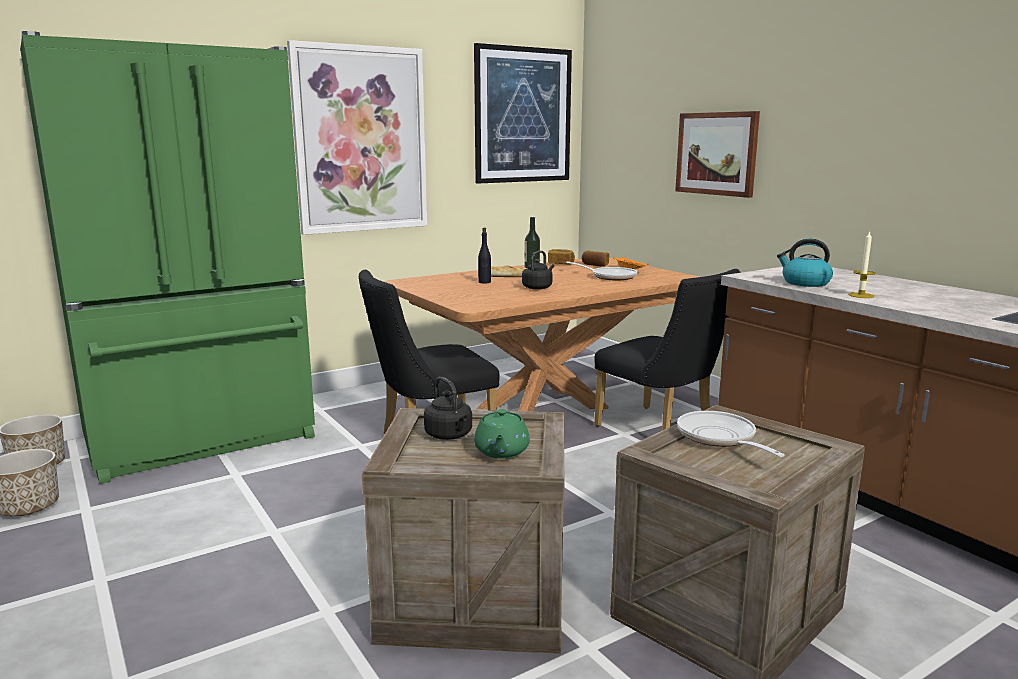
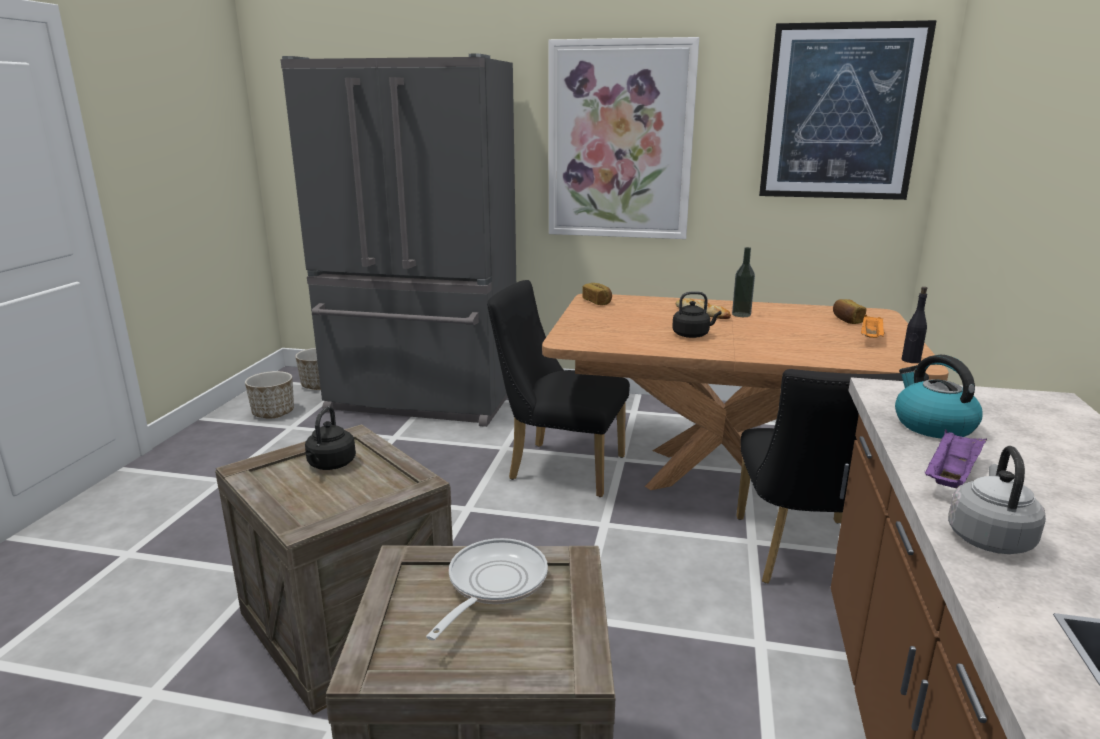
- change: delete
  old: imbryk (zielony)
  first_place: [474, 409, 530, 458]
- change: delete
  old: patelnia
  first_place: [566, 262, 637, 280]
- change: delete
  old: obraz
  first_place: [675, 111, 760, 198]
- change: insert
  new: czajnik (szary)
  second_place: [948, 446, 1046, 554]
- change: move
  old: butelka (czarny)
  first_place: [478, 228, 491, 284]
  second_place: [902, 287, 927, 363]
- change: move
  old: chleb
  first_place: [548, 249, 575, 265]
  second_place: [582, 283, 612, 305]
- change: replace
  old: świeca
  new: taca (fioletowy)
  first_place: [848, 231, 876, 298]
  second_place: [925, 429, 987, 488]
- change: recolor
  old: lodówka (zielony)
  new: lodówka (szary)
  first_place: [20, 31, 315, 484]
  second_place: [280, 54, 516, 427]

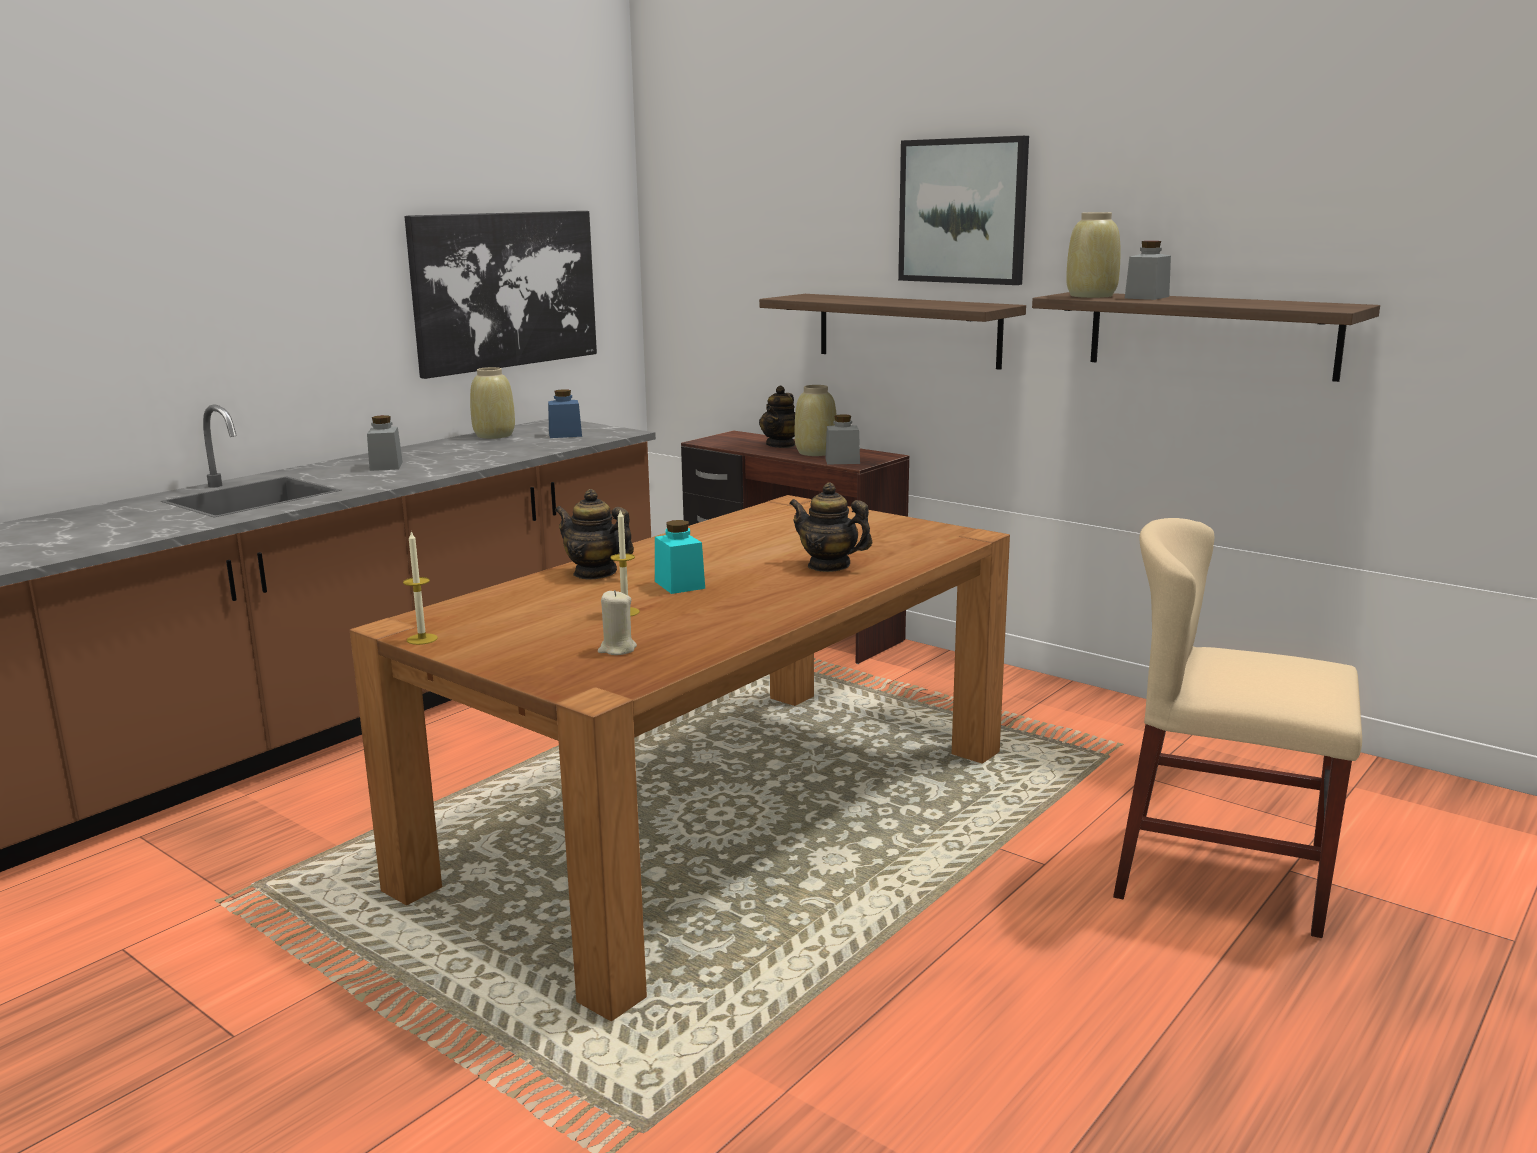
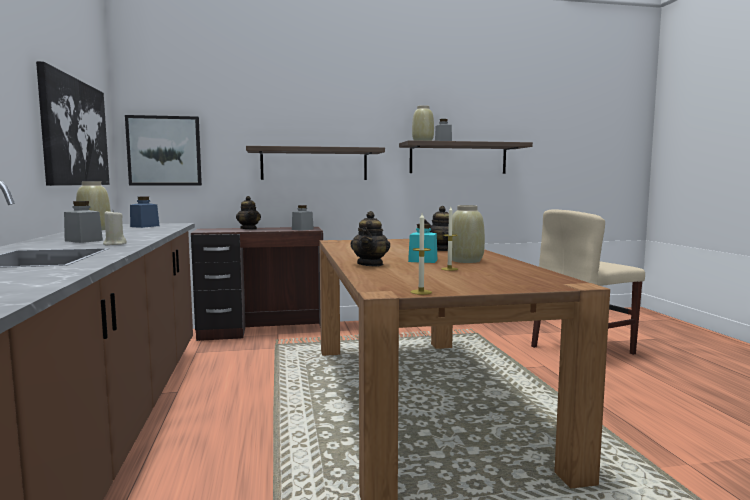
- change: move
  old: świeca (beżowy)
  first_place: [598, 590, 637, 655]
  second_place: [103, 209, 127, 246]
- change: move
  old: wazon (beżowy)
  first_place: [795, 385, 837, 456]
  second_place: [452, 205, 485, 263]
- change: move
  old: obraz
  first_place: [898, 136, 1029, 285]
  second_place: [125, 115, 202, 186]
- change: rotate
  old: imbryk
  first_place: [555, 489, 634, 580]
  second_place: [350, 211, 390, 266]
  degrees: -60

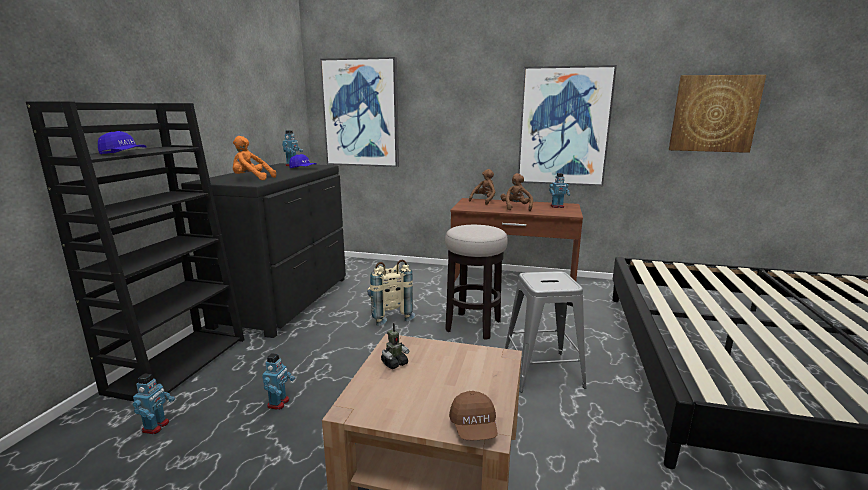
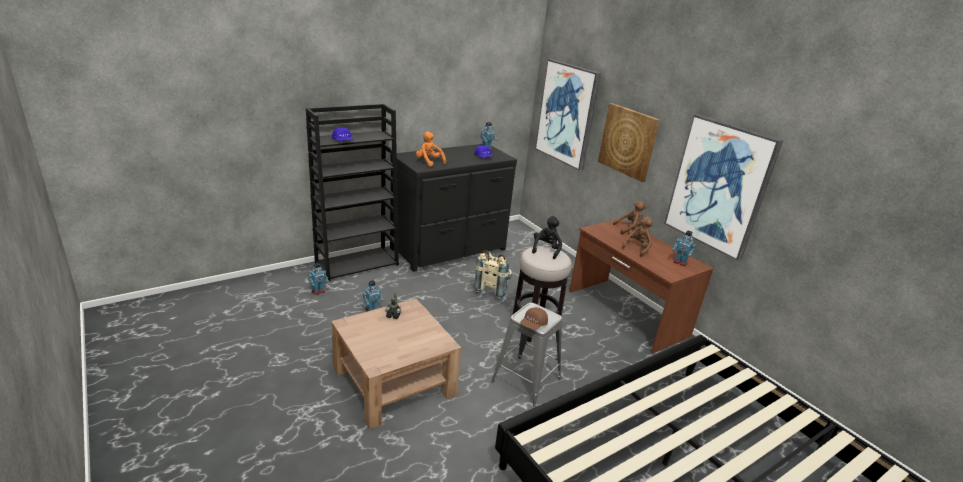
- change: insert
  new: pluszak (czarny)
  second_place: [532, 216, 562, 259]
- change: move
  old: czapka z daszkiem (brązowy)
  first_place: [449, 391, 497, 440]
  second_place: [520, 307, 548, 330]
- change: move
  old: obraz
  first_place: [669, 75, 766, 153]
  second_place: [598, 103, 660, 182]

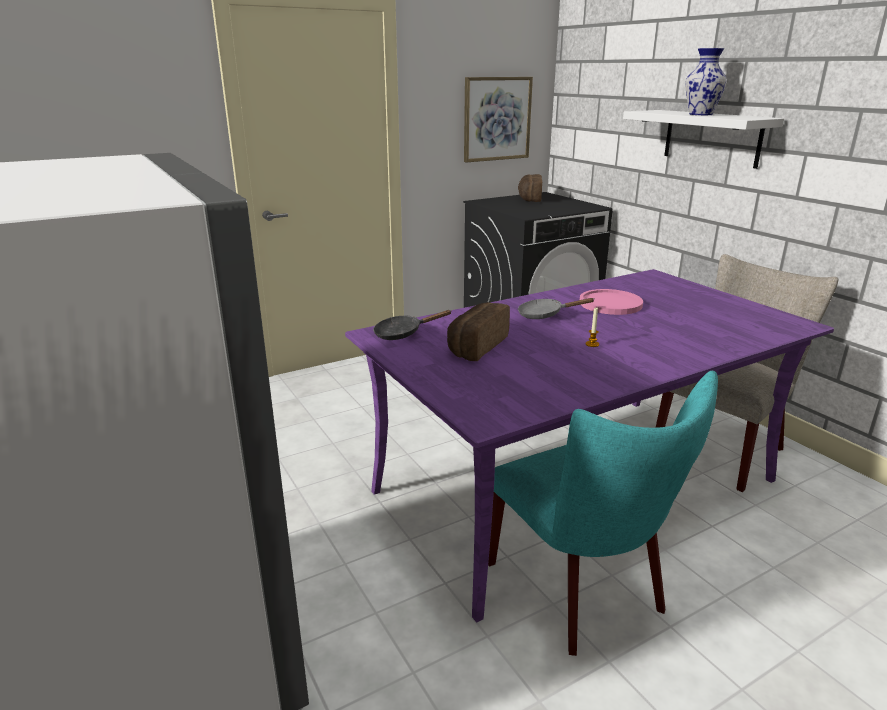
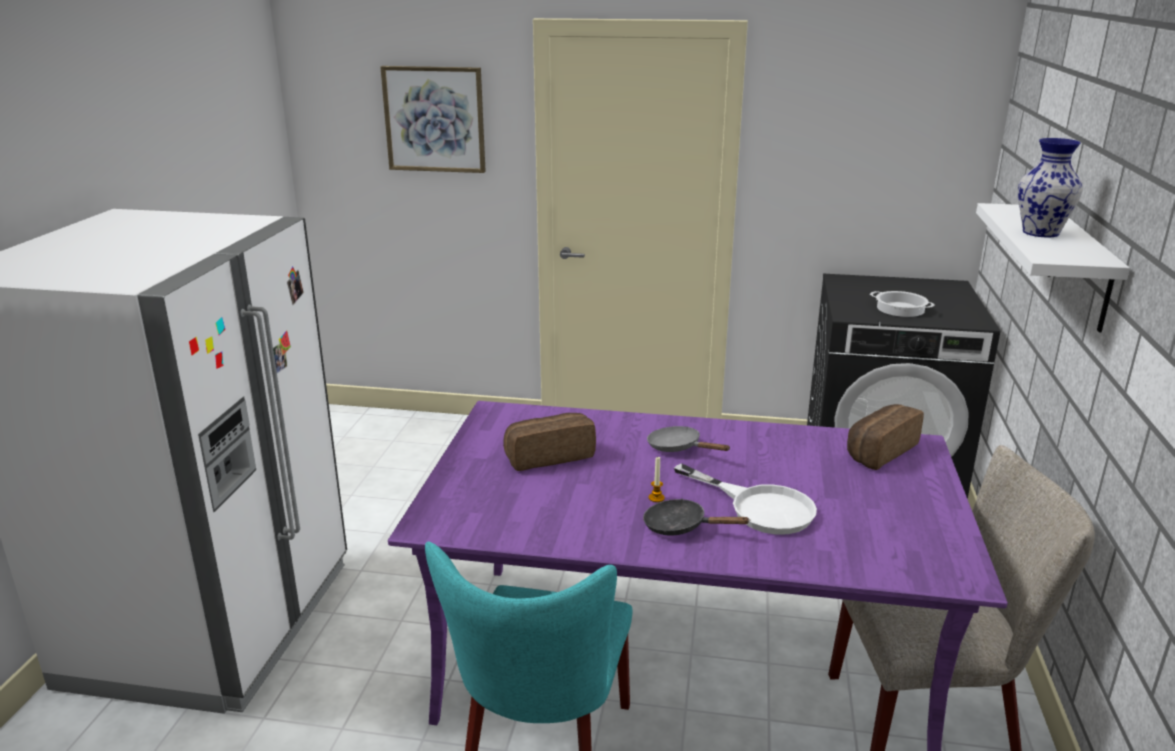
- change: delete
  old: talerz (różowy)
  first_place: [580, 289, 643, 315]
- change: insert
  new: patelnia (biały)
  second_place: [674, 463, 817, 535]
- change: insert
  new: garnek
  second_place: [870, 291, 935, 317]
- change: move
  old: patelnia (czarny)
  first_place: [373, 310, 452, 340]
  second_place: [643, 499, 749, 536]
- change: move
  old: obraz
  first_place: [464, 77, 533, 163]
  second_place: [380, 66, 486, 173]
- change: move
  old: chleb
  first_place: [518, 174, 542, 202]
  second_place: [847, 404, 924, 470]

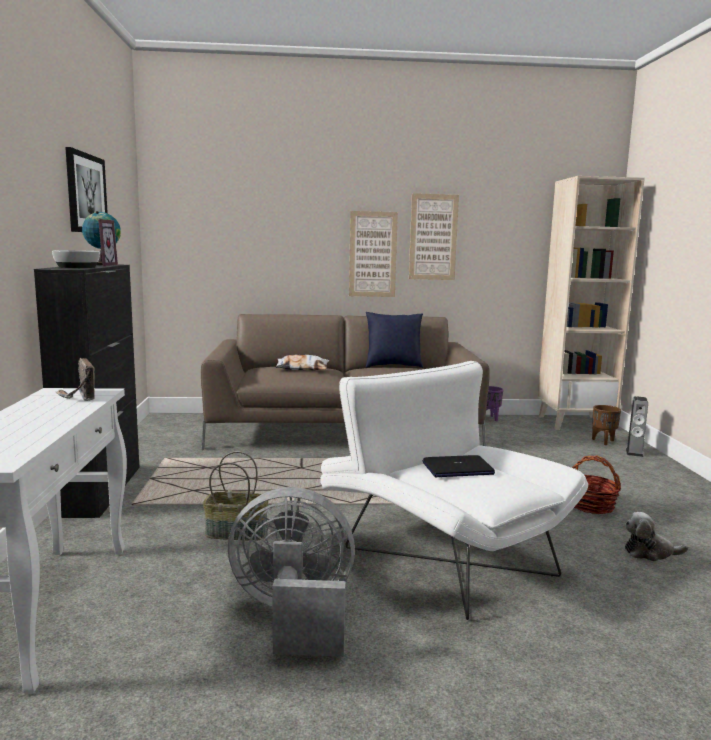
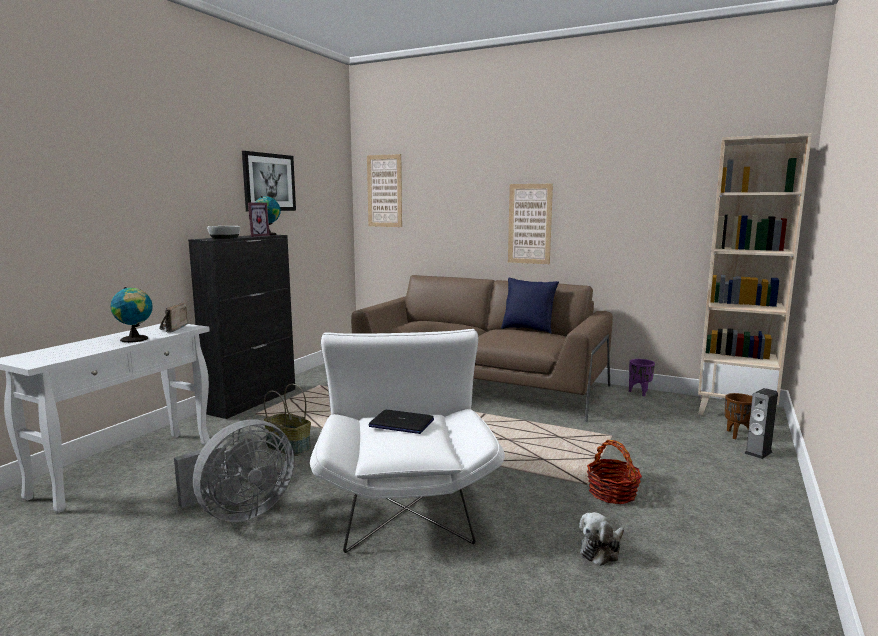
- change: delete
  old: poduszka
  first_place: [275, 355, 330, 371]
- change: insert
  new: globus
  second_place: [111, 287, 153, 343]
- change: move
  old: obraz
  first_place: [409, 193, 459, 280]
  second_place: [367, 154, 402, 227]
- change: rotate
  old: wentylator (szary)
  first_place: [228, 487, 355, 657]
  second_place: [174, 420, 295, 522]
  degrees: 105
- change: rotate
  old: pluszak
  first_place: [625, 512, 688, 561]
  second_place: [579, 512, 624, 566]
  degrees: -75

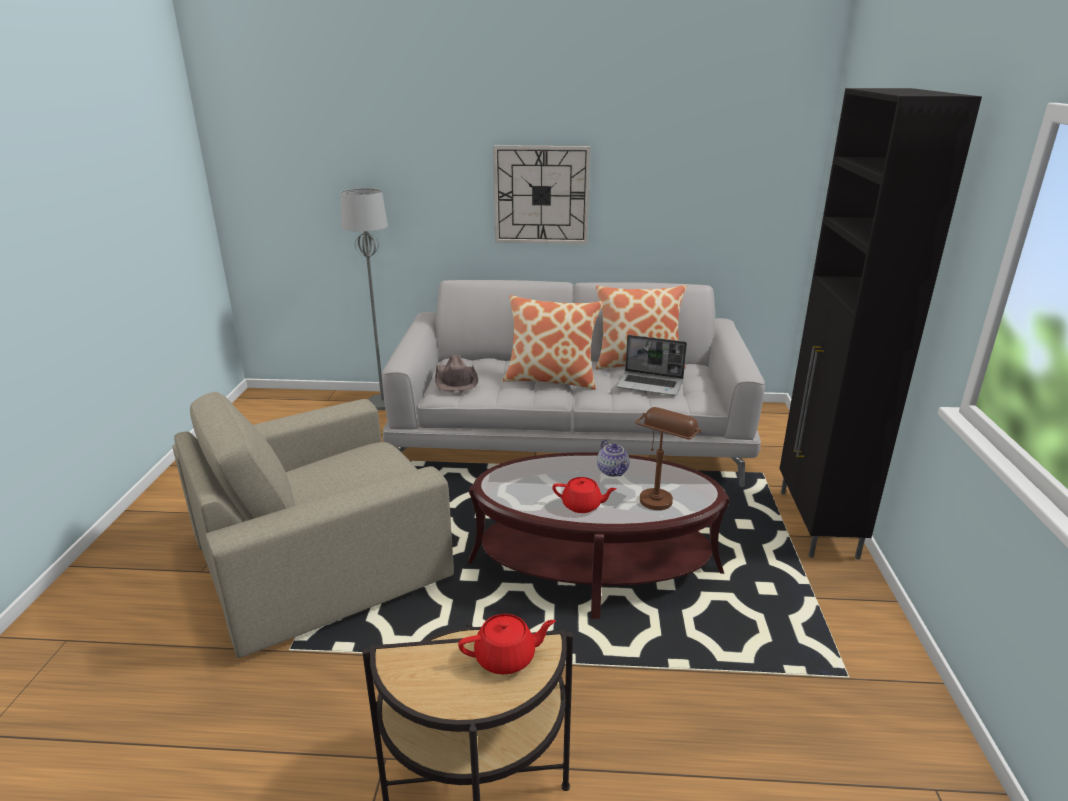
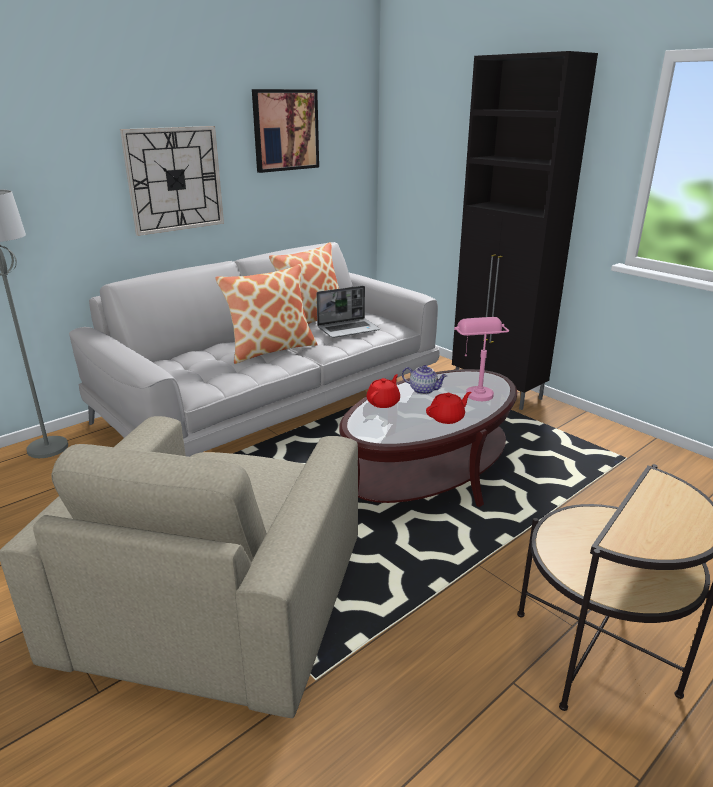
- change: delete
  old: kapelusz (brązowy)
  first_place: [435, 355, 478, 392]
- change: insert
  new: obraz
  second_place: [252, 89, 319, 173]
- change: move
  old: imbryk (czerwony)
  first_place: [458, 614, 556, 675]
  second_place: [366, 374, 400, 408]
- change: recolor
  old: lampa stołowa (brązowy)
  new: lampa stołowa (różowy)
  first_place: [635, 407, 701, 510]
  second_place: [454, 317, 509, 401]

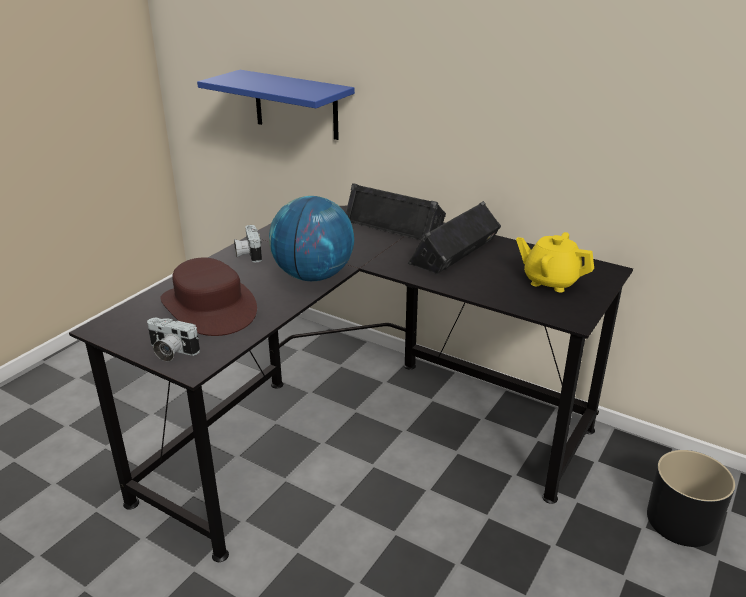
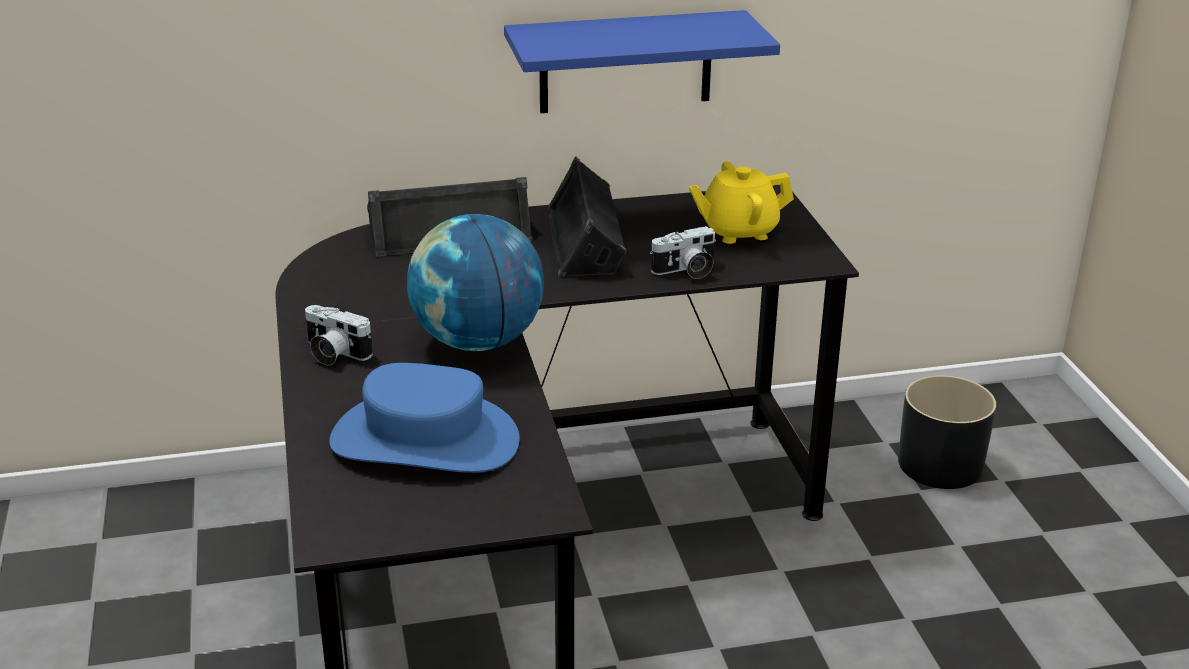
- change: move
  old: aparat fotograficzny
  first_place: [147, 318, 200, 362]
  second_place: [650, 226, 716, 279]
- change: move
  old: półka (niebieski)
  first_place: [197, 70, 355, 140]
  second_place: [504, 10, 780, 113]
- change: recolor
  old: kapelusz (brązowy)
  new: kapelusz (niebieski)
  first_place: [160, 258, 257, 336]
  second_place: [329, 363, 520, 473]

